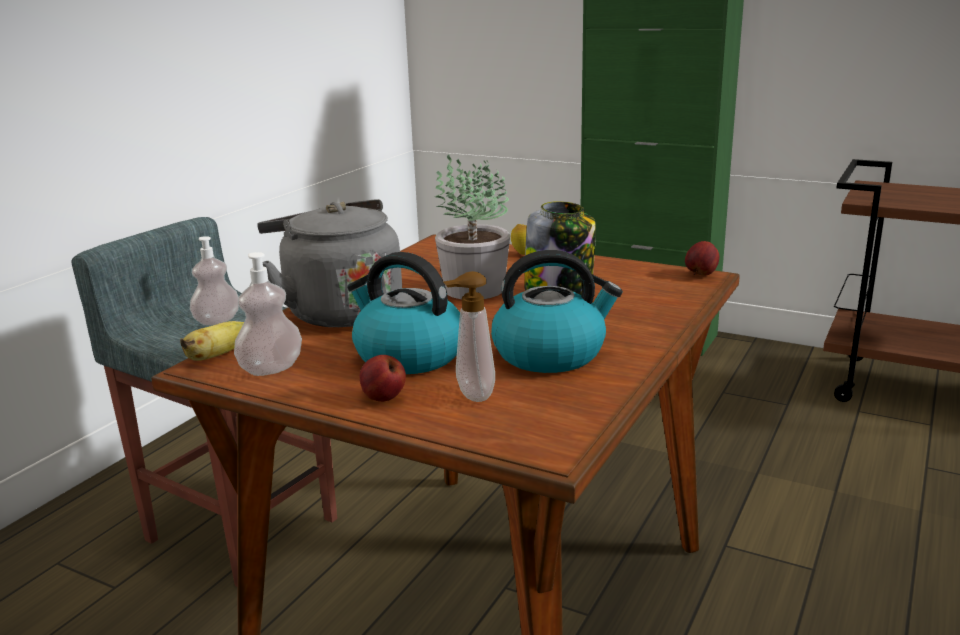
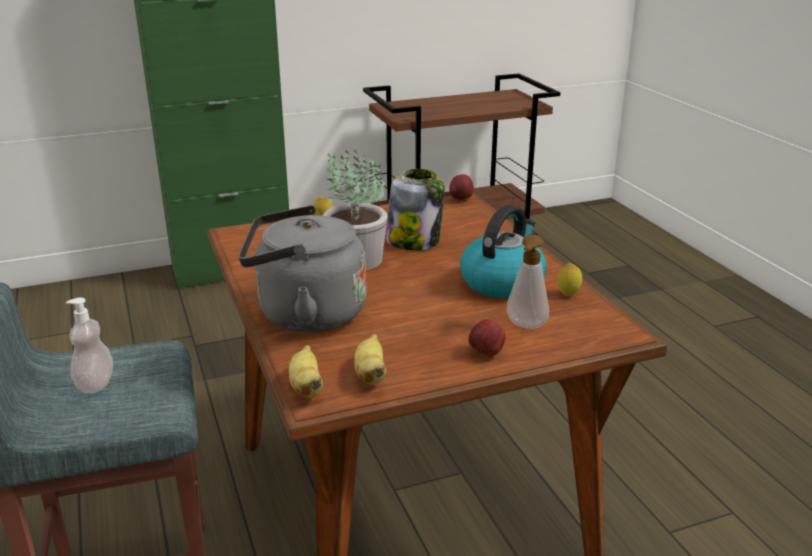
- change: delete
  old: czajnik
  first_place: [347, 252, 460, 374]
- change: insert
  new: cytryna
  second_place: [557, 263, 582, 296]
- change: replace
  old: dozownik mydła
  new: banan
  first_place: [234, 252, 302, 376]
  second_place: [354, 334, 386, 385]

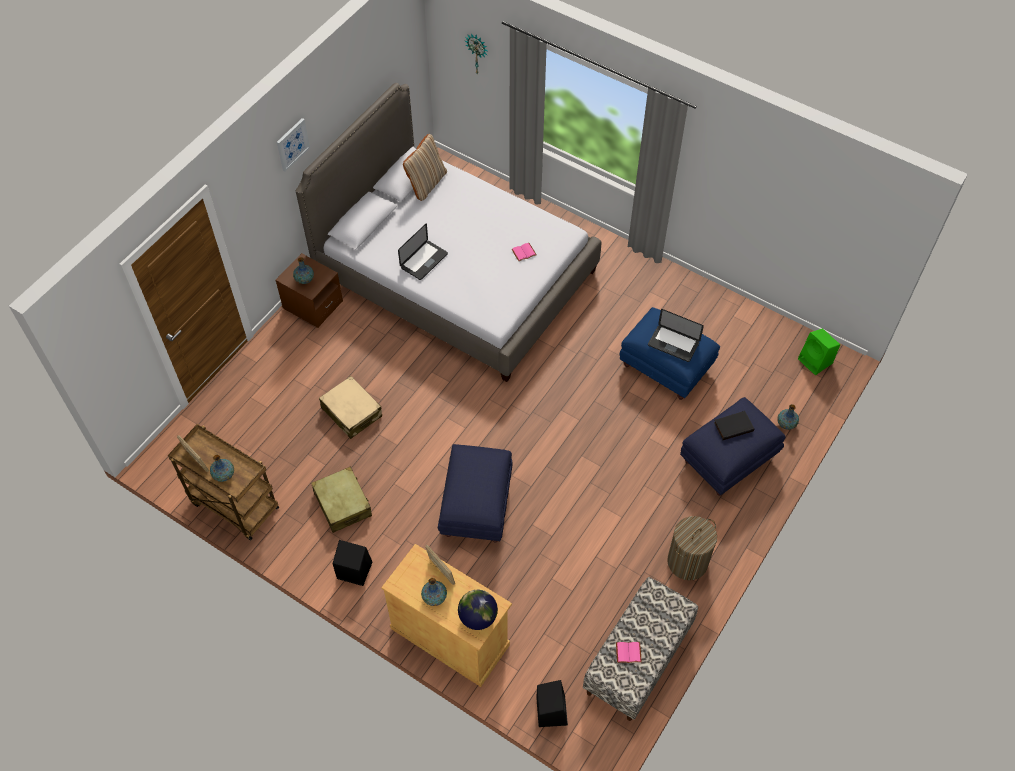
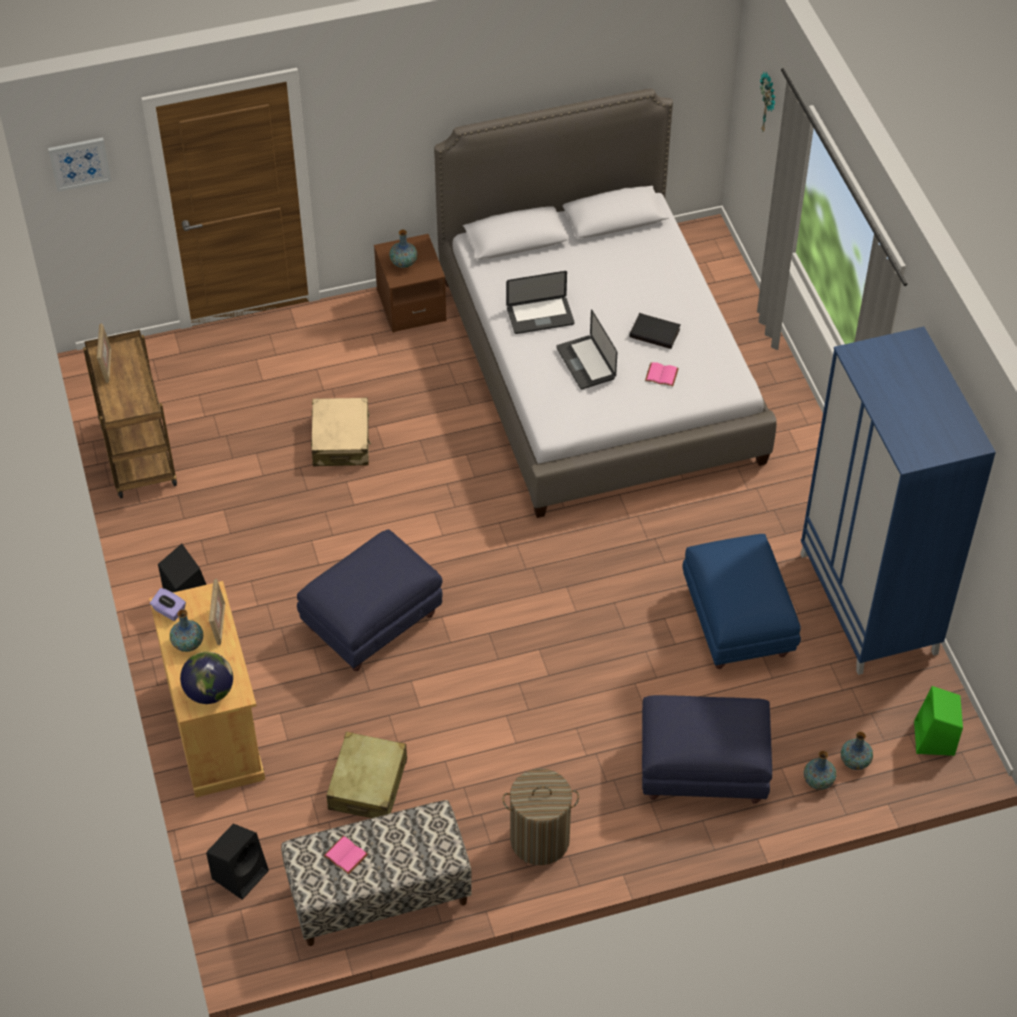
- change: delete
  old: poduszka (beżowy)
  first_place: [403, 134, 447, 201]
- change: insert
  new: pudełko chusteczek (fioletowy)
  second_place: [150, 588, 186, 621]
- change: insert
  new: szafa (niebieski)
  second_place: [800, 327, 996, 675]
- change: move
  old: wazon
  first_place: [210, 455, 234, 482]
  second_place: [841, 732, 873, 770]
- change: move
  old: obraz
  first_place: [277, 118, 310, 172]
  second_place: [48, 137, 111, 192]
- change: move
  old: walizka (beżowy)
  first_place: [311, 466, 372, 533]
  second_place: [327, 732, 407, 818]
- change: move
  old: laptop
  first_place: [648, 309, 704, 362]
  second_place: [556, 309, 617, 389]
- change: move
  old: książka (czarny)
  first_place: [714, 411, 754, 440]
  second_place: [630, 313, 681, 349]

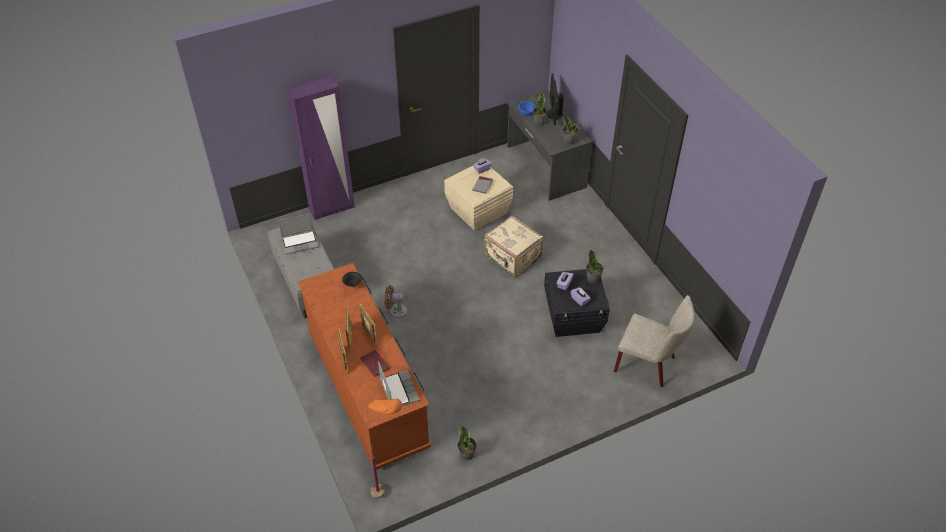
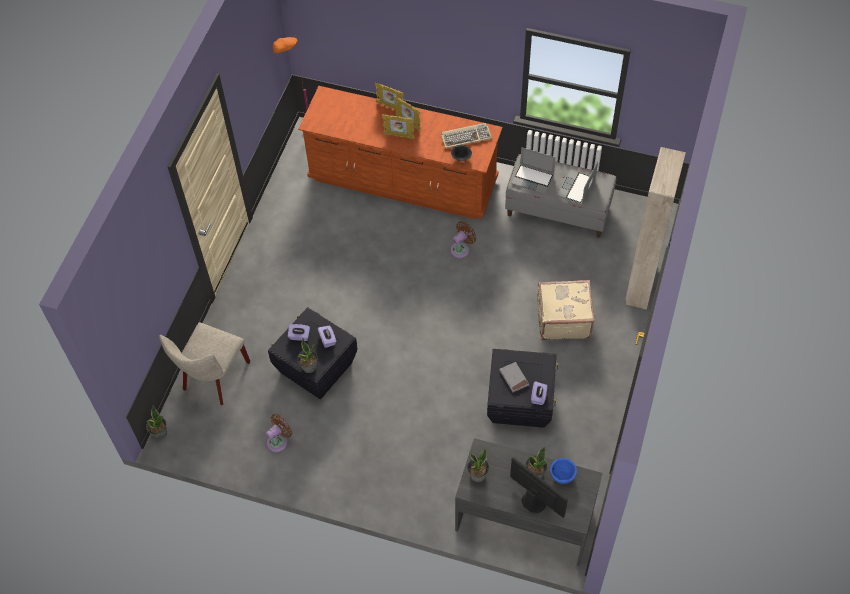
- change: delete
  old: książka (czerwony)
  first_place: [360, 350, 390, 377]
- change: insert
  new: wentylator (brązowy)
  second_place: [266, 414, 292, 452]
- change: insert
  new: klawiatura
  second_place: [441, 123, 492, 149]
- change: move
  old: laptop
  first_place: [378, 361, 420, 406]
  second_place: [511, 147, 556, 194]
- change: move
  old: roślina doniczkowa
  first_place: [457, 426, 477, 460]
  second_place: [146, 406, 167, 439]
- change: move
  old: walizka (beżowy)
  first_place: [484, 215, 543, 277]
  second_place: [537, 280, 595, 340]
- change: recolor
  old: szafa (fioletowy)
  new: szafa (beżowy)
  first_place: [287, 75, 355, 220]
  second_place: [625, 147, 686, 310]
- change: recolor
  old: pojemnik do przechowywania (beżowy)
  new: pojemnik do przechowywania (czarny)
  first_place: [444, 166, 513, 231]
  second_place: [487, 349, 559, 428]
- change: rotate
  old: krzesło (beżowy)
  first_place: [614, 295, 694, 387]
  second_place: [159, 322, 251, 405]
  degrees: -45

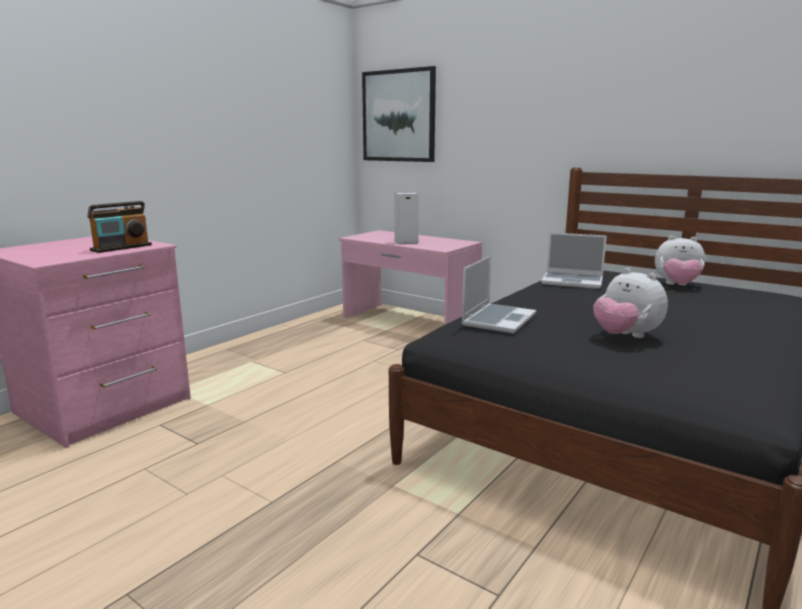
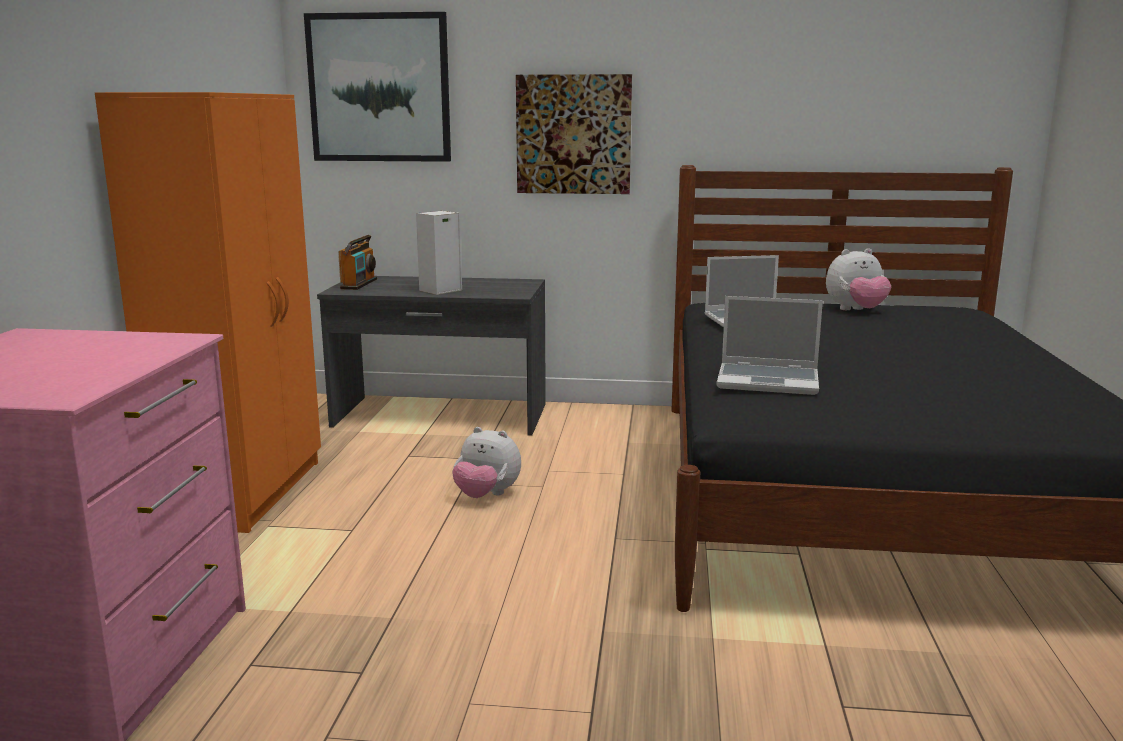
- change: insert
  new: szafa (pomarańczowy)
  second_place: [95, 92, 321, 533]
- change: insert
  new: obraz
  second_place: [516, 74, 632, 194]
- change: move
  old: radio
  first_place: [87, 201, 152, 253]
  second_place: [338, 235, 377, 290]
- change: move
  old: pluszak
  first_place: [594, 268, 668, 338]
  second_place: [452, 427, 521, 498]
- change: recolor
  old: biurko (różowy)
  new: biurko (szary)
  first_place: [339, 230, 482, 325]
  second_place: [317, 276, 546, 436]
- change: rotate
  old: laptop
  first_place: [461, 255, 536, 334]
  second_place: [717, 296, 823, 395]
  degrees: 105

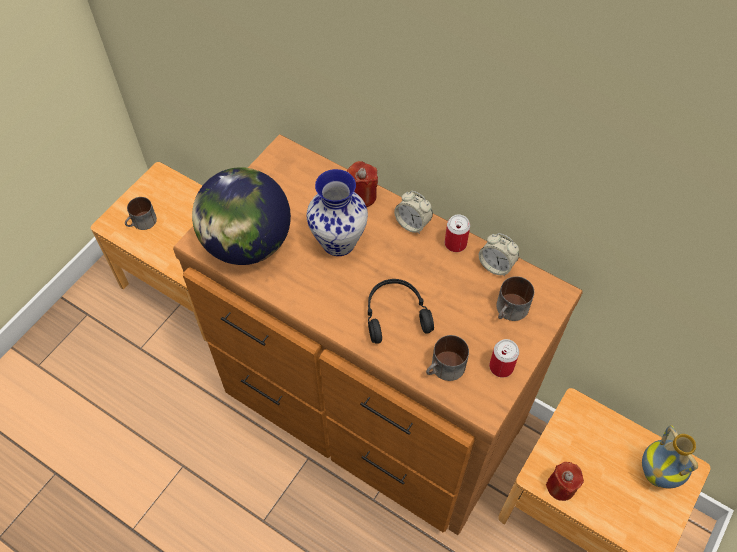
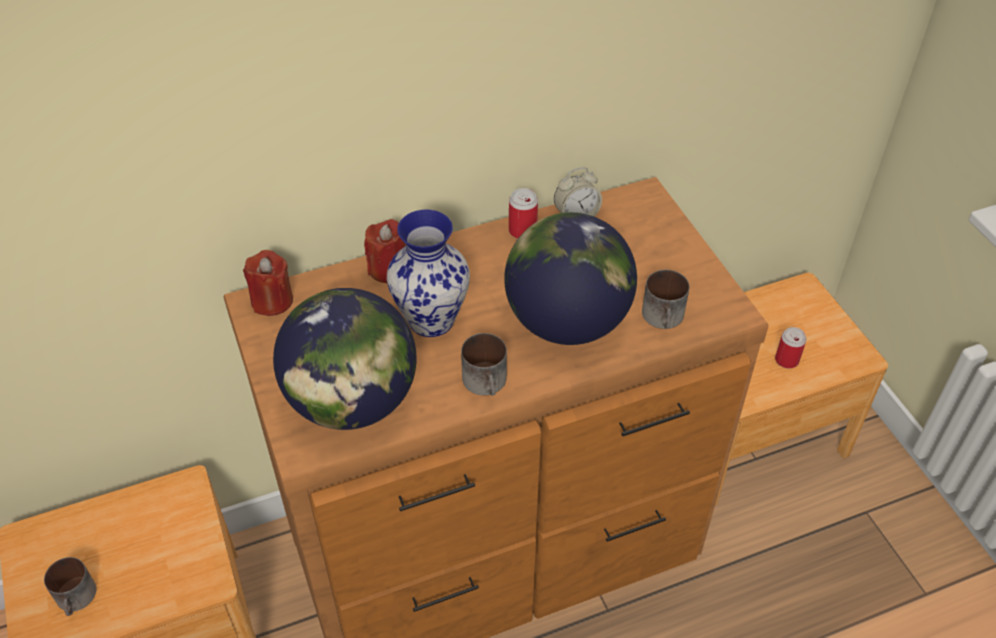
- change: delete
  old: budzik
  first_place: [394, 191, 433, 234]
- change: delete
  old: wazon
  first_place: [642, 425, 698, 488]
- change: move
  old: puszka
  first_place: [489, 339, 519, 378]
  second_place: [775, 327, 806, 369]
- change: move
  old: kubek
  first_place: [496, 276, 534, 321]
  second_place: [461, 333, 507, 396]
- change: move
  old: świeca (czerwony)
  first_place: [546, 462, 584, 501]
  second_place: [243, 250, 293, 316]
- change: replace
  old: słuchawki (czarny)
  new: globus
  first_place: [368, 279, 434, 344]
  second_place: [504, 212, 637, 345]

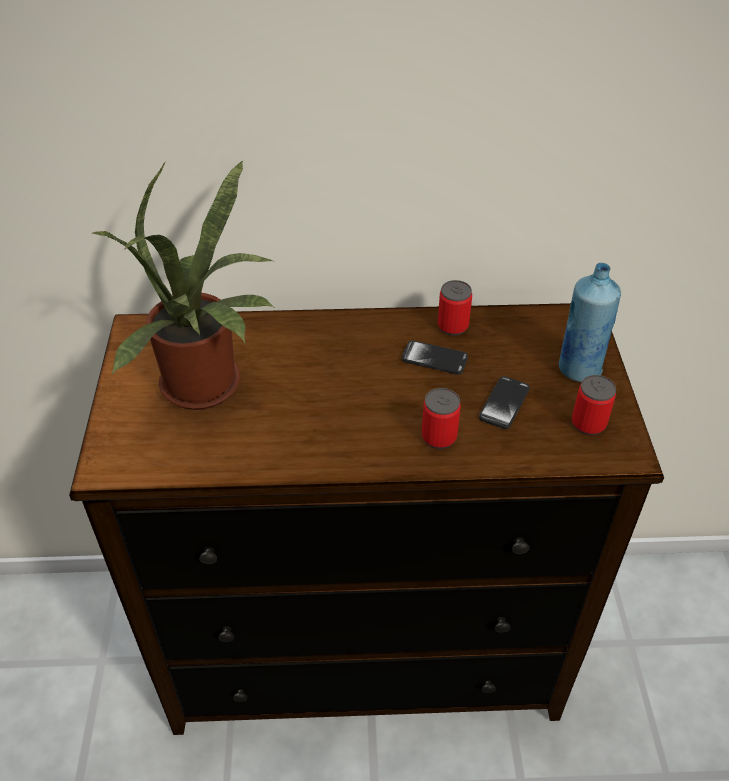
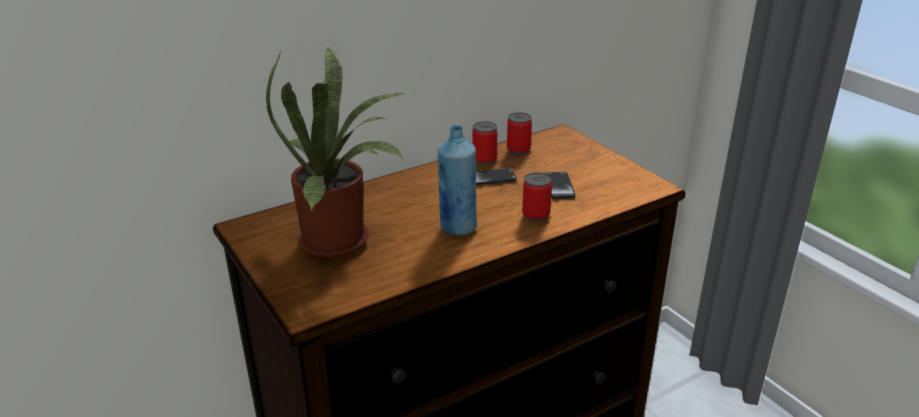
- change: move
  old: butelka (niebieski)
  first_place: [559, 263, 621, 382]
  second_place: [438, 125, 478, 236]
- change: move
  old: puszka
  first_place: [572, 375, 616, 435]
  second_place: [507, 112, 532, 155]

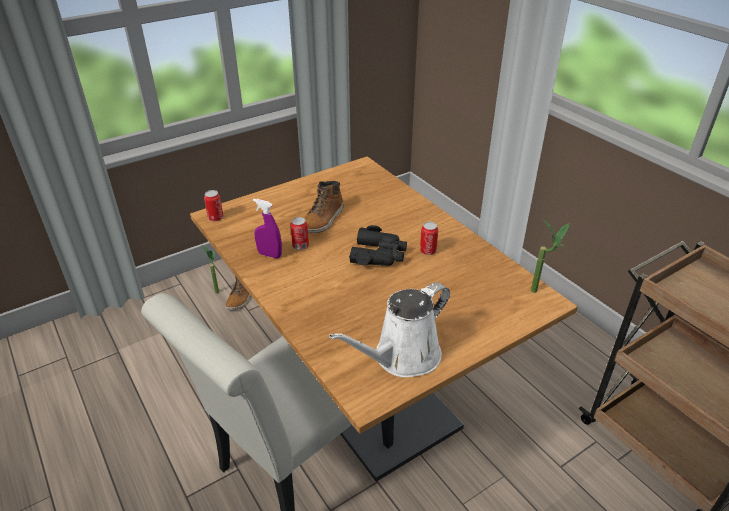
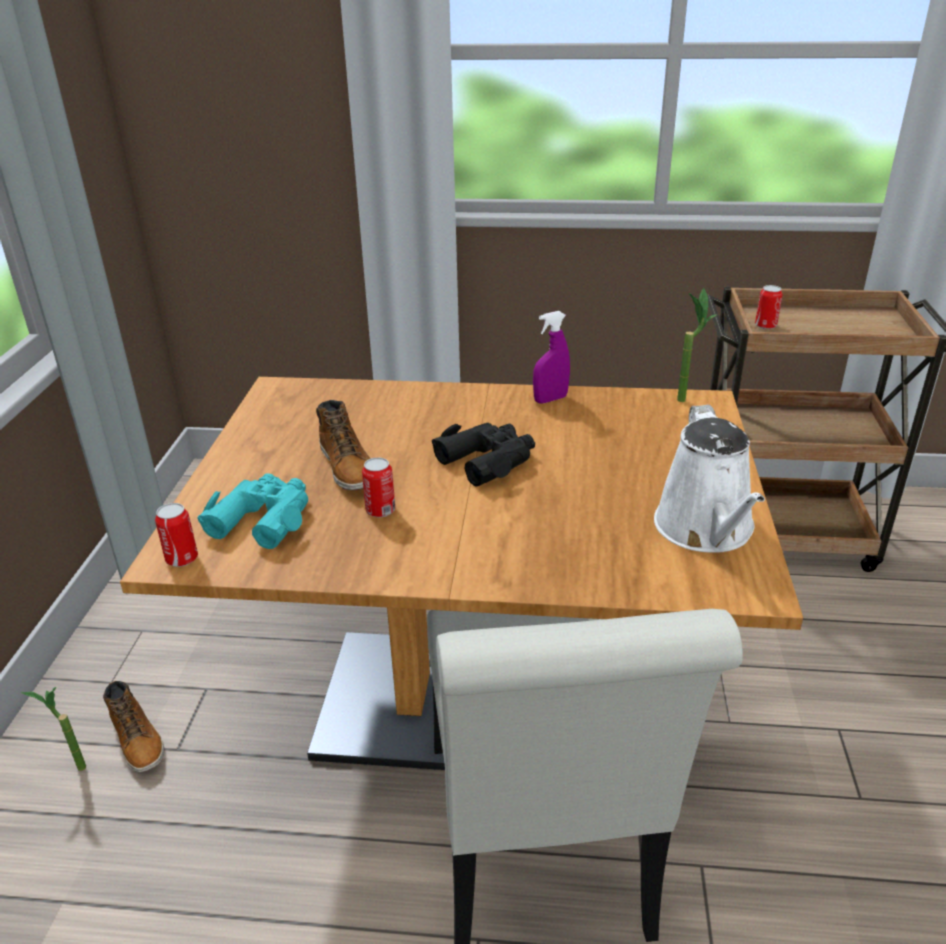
- change: insert
  new: lornetka (turkusowy)
  second_place: [197, 473, 308, 549]
- change: move
  old: spryskiwacz (fioletowy)
  first_place: [253, 199, 282, 259]
  second_place: [533, 311, 570, 404]
- change: move
  old: puszka
  first_place: [420, 222, 438, 255]
  second_place: [755, 285, 782, 329]

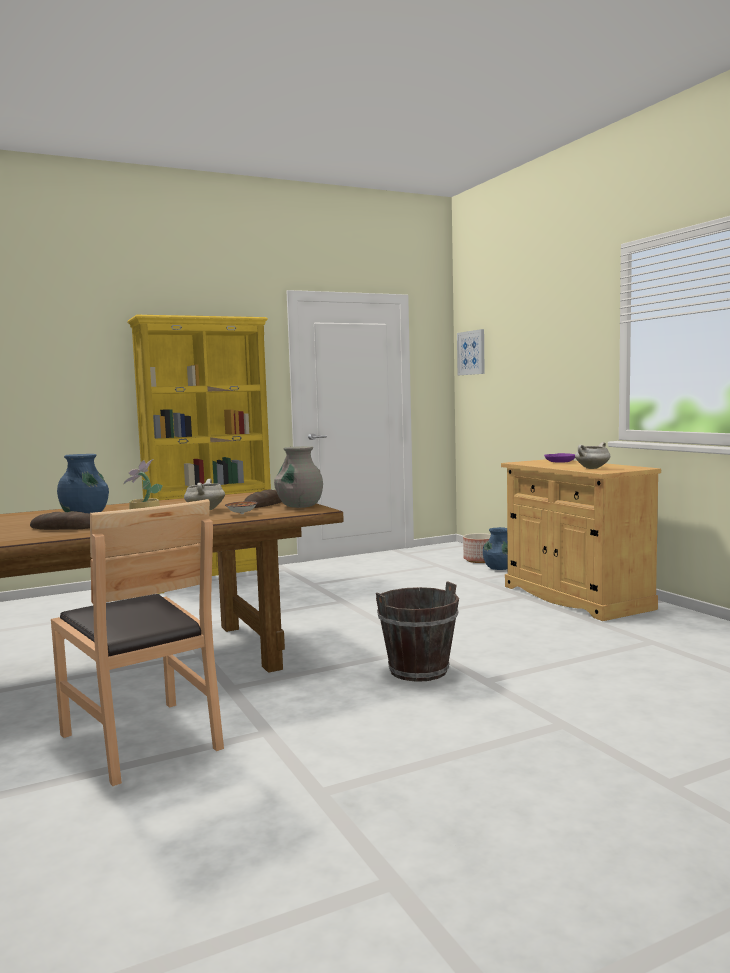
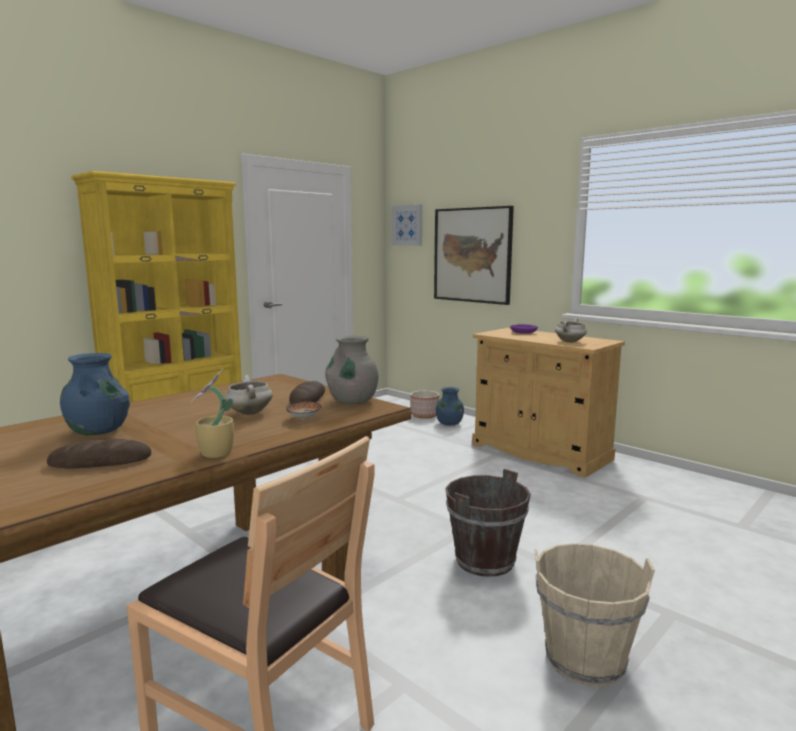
- change: insert
  new: obraz
  second_place: [434, 206, 514, 305]
- change: insert
  new: wiadro (beżowy)
  second_place: [534, 543, 655, 687]

